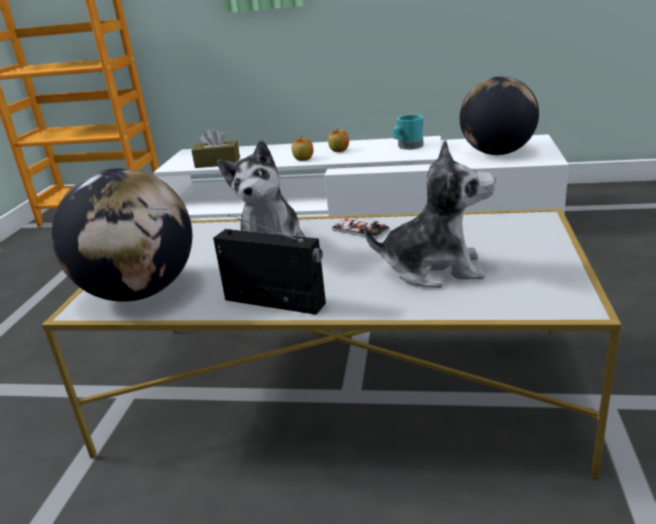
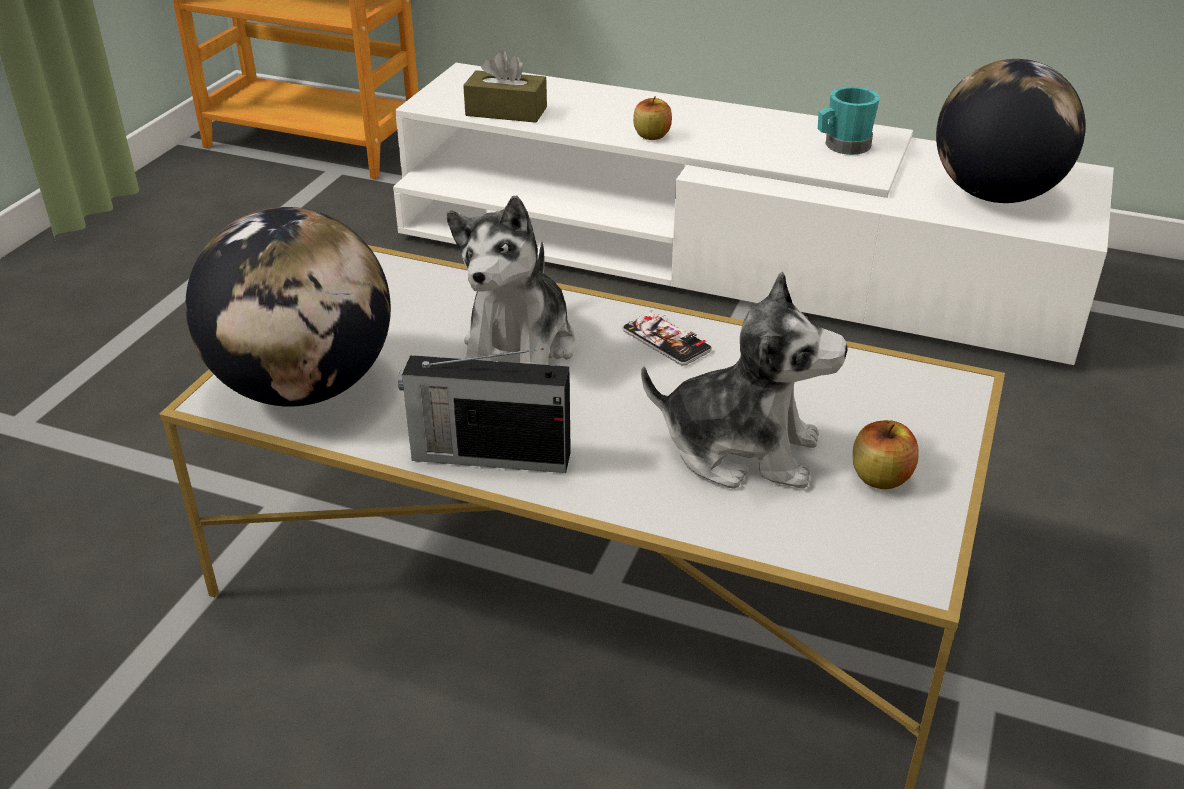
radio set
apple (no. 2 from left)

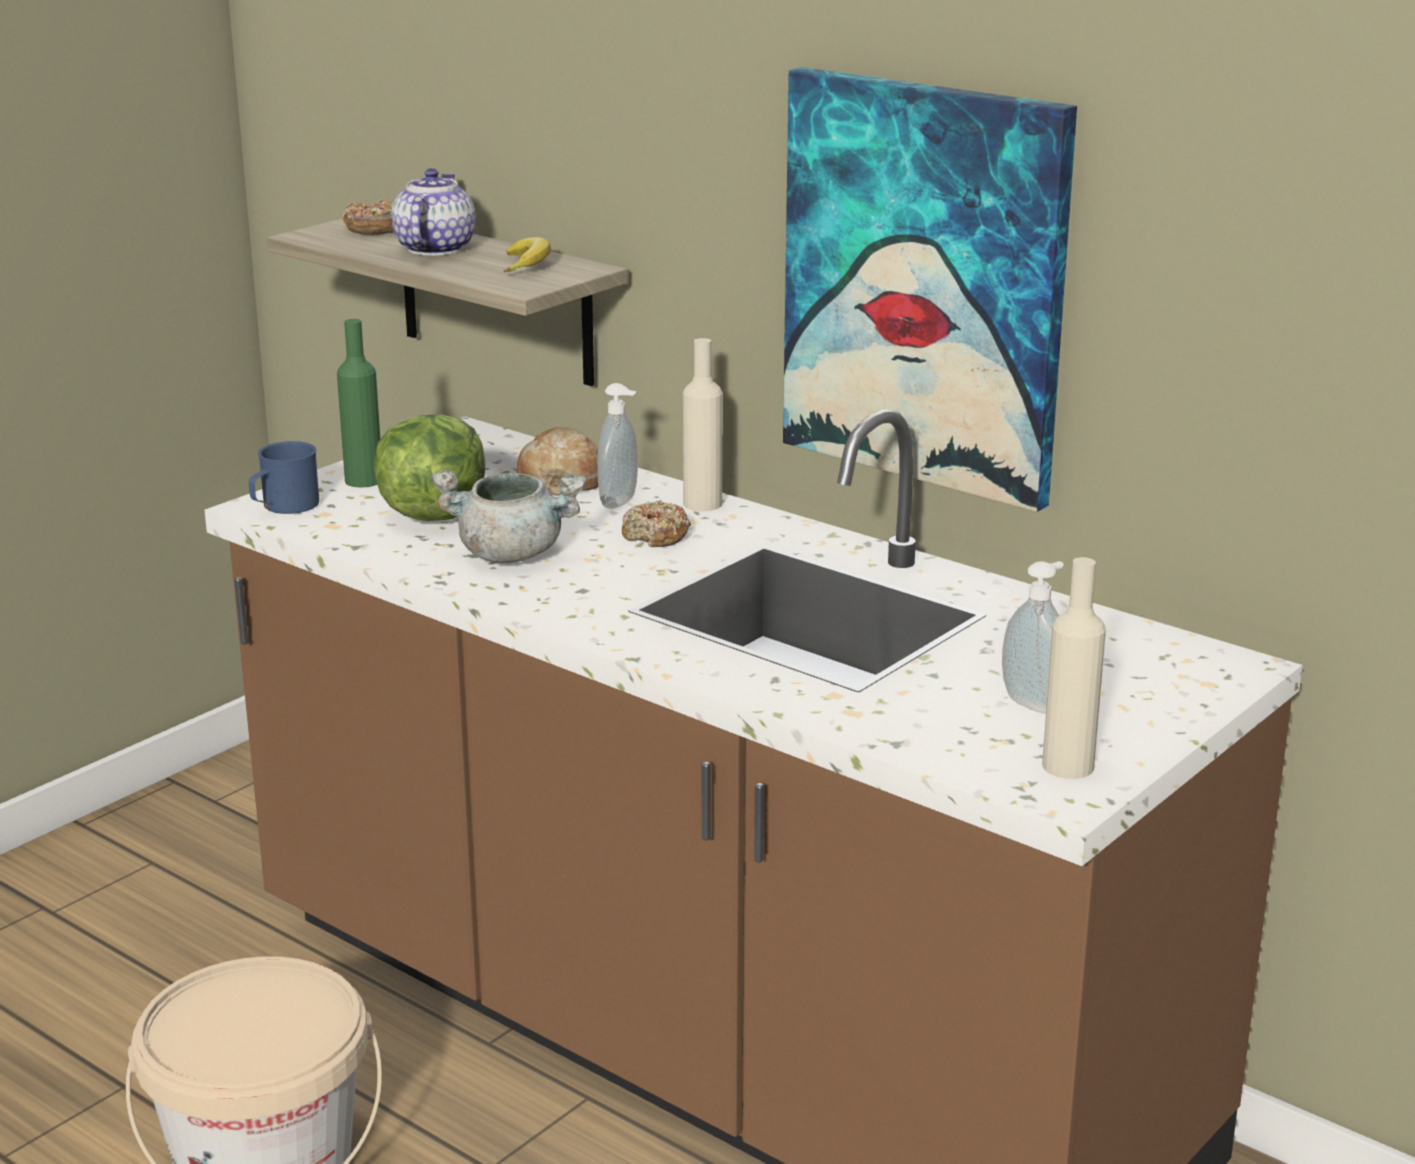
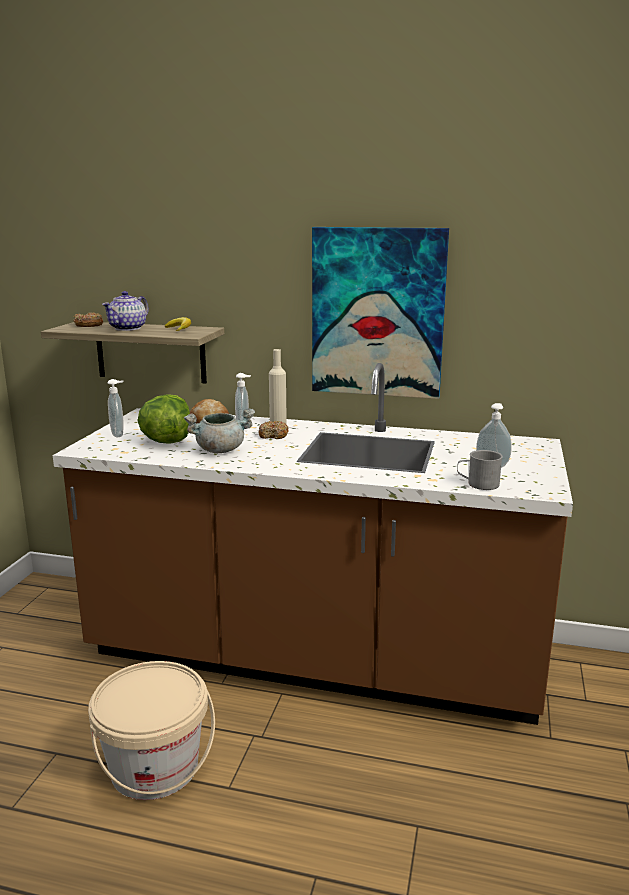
coffee mug (blue-coloured)
soap dispenser (no. 1 from left)
pot for tea
drink bottle (beige) (no. 2 from left in the first image)
coffee mug (grey)

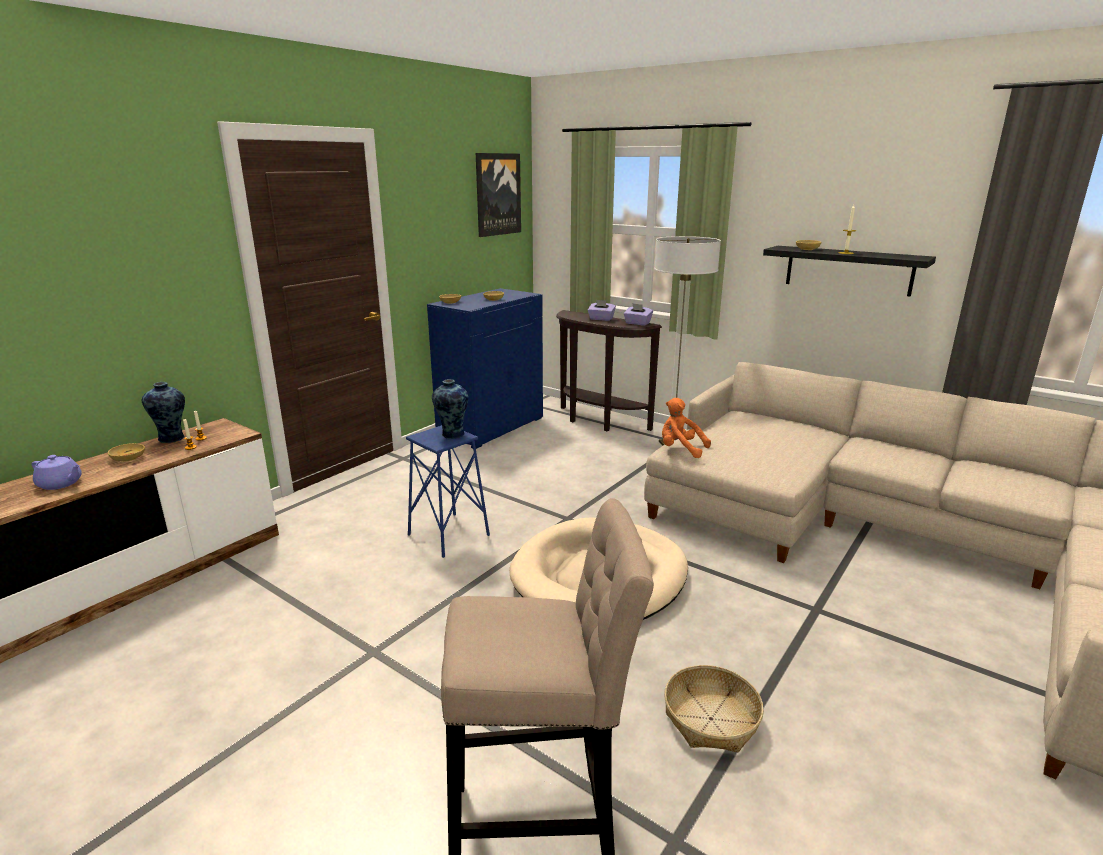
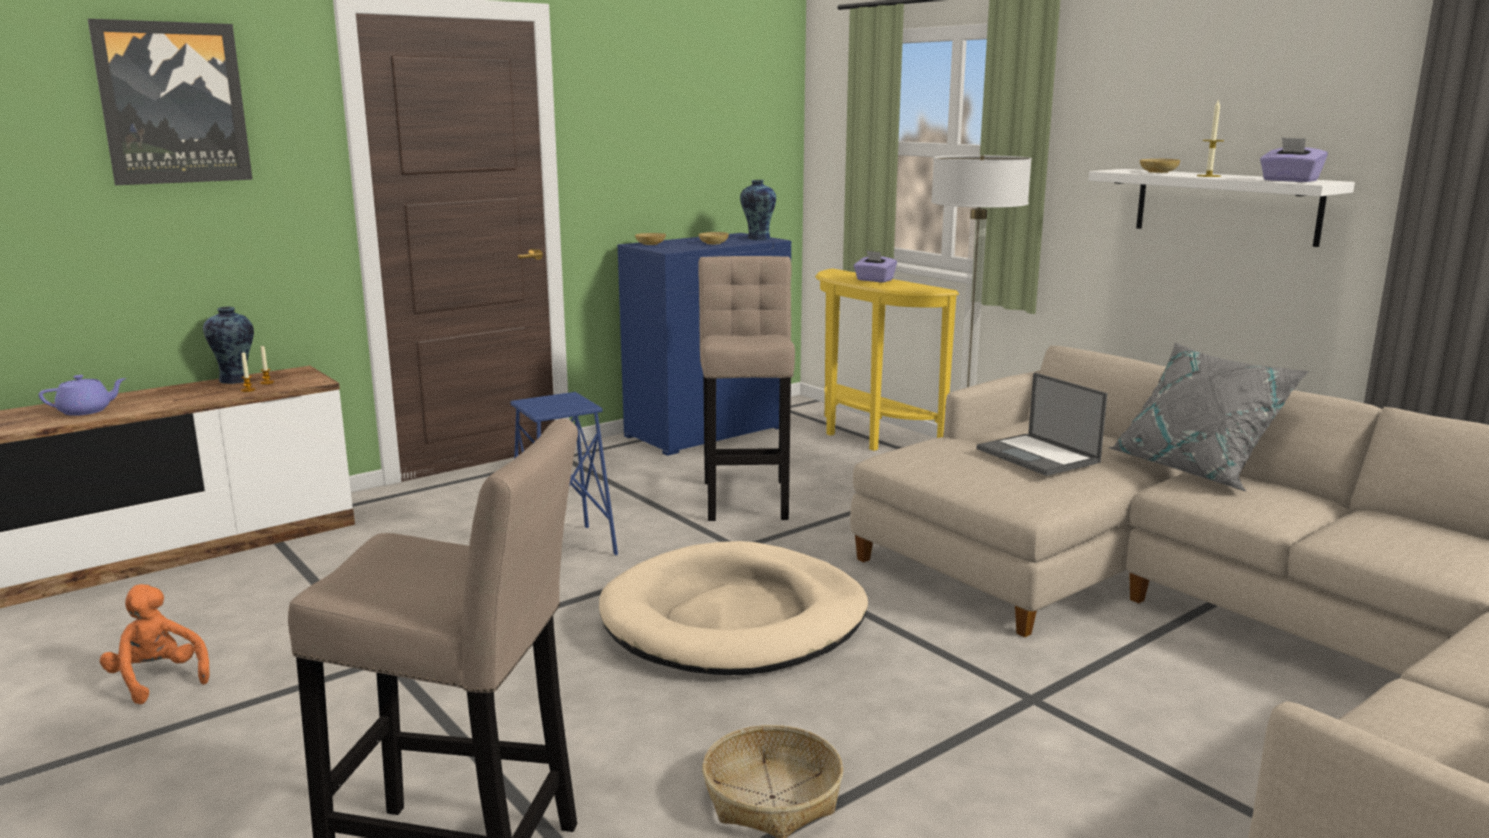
pot for tea (purple)
serving bowl (beige) (no. 1 from left in the first image)
vase (no. 2 from left)
wall art
console table (yellow-coloured)
tissue box (purple) (no. 2 from left)
soft toy (orange-coloured)
bracket shelf (whitish)
stool seat (beige) (no. 2 from left)
portable computer
pillow (grey)

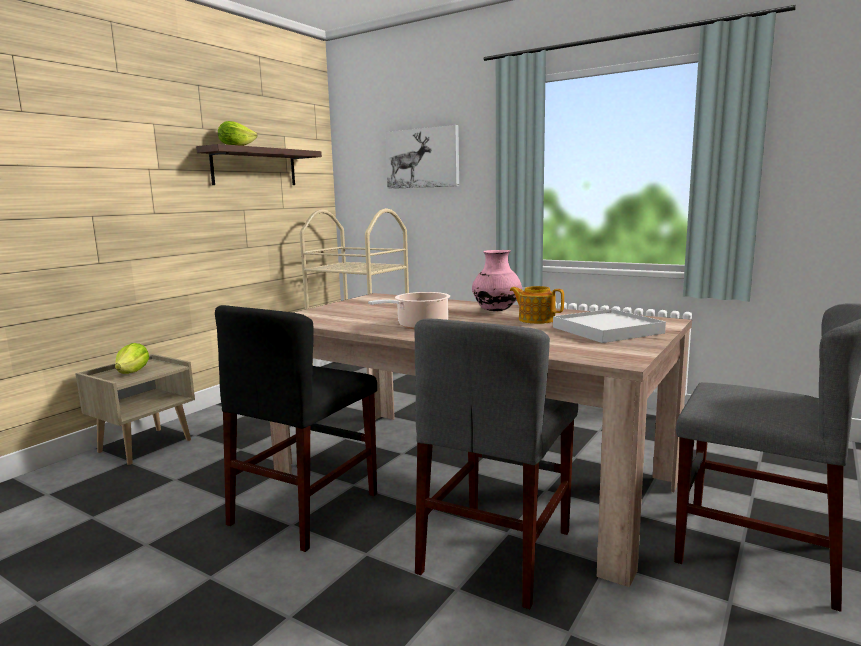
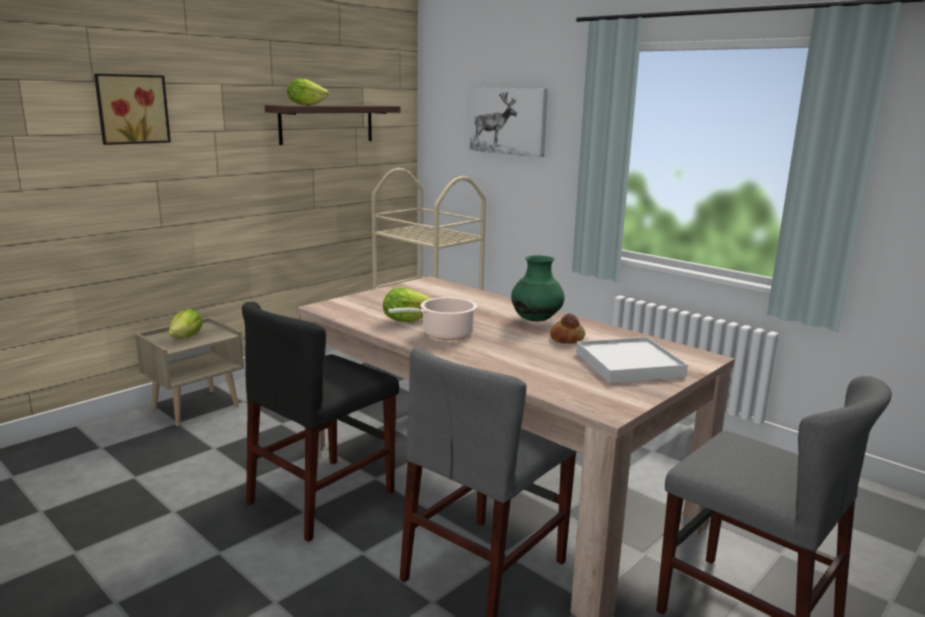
vase (green)
bread
wall art (no. 1 from left)
lettuce head (no. 3 from left)

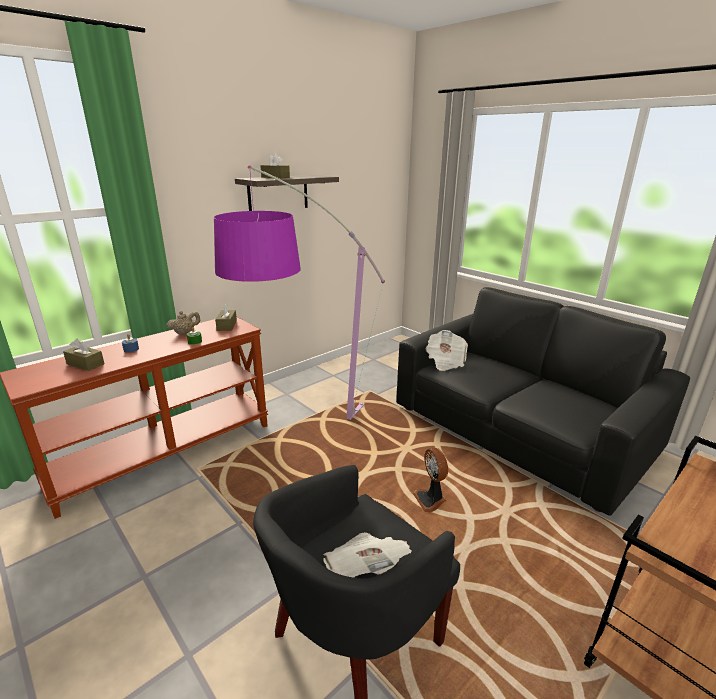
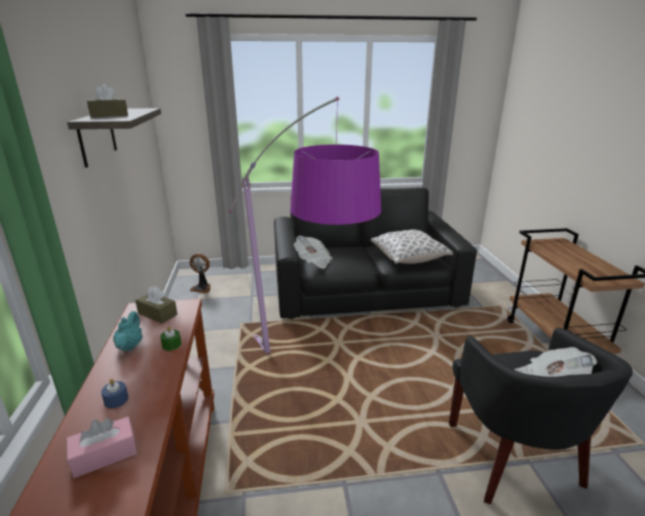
tissue box (pinkish)
pot for tea (blue-green)
fan
pillow

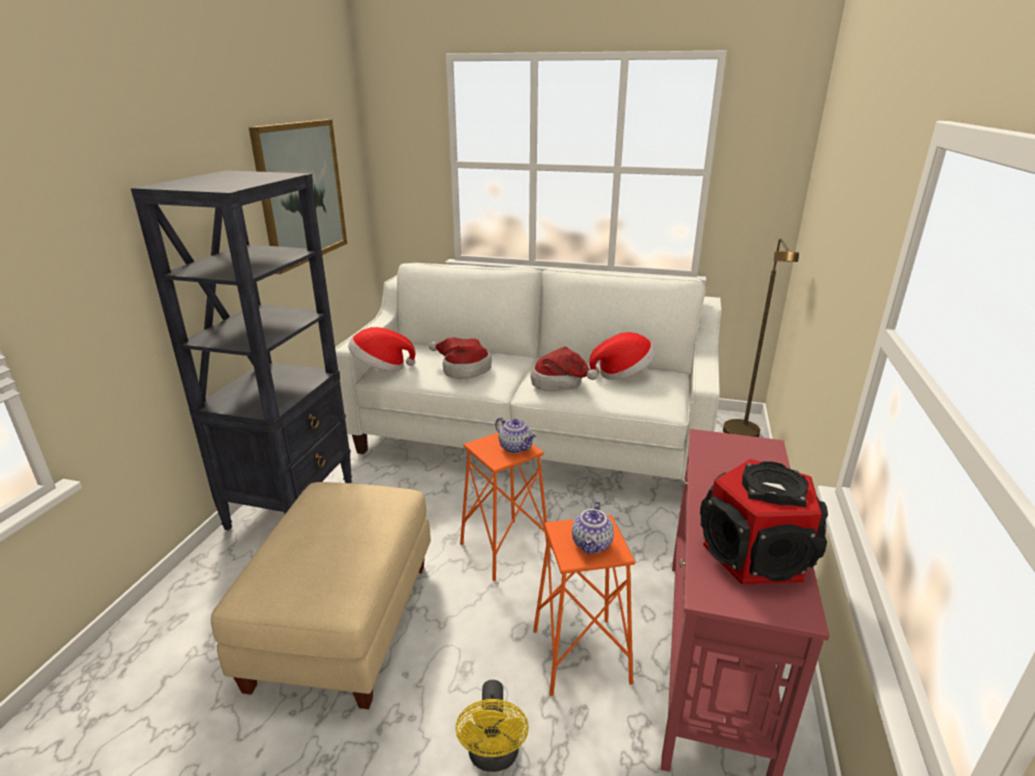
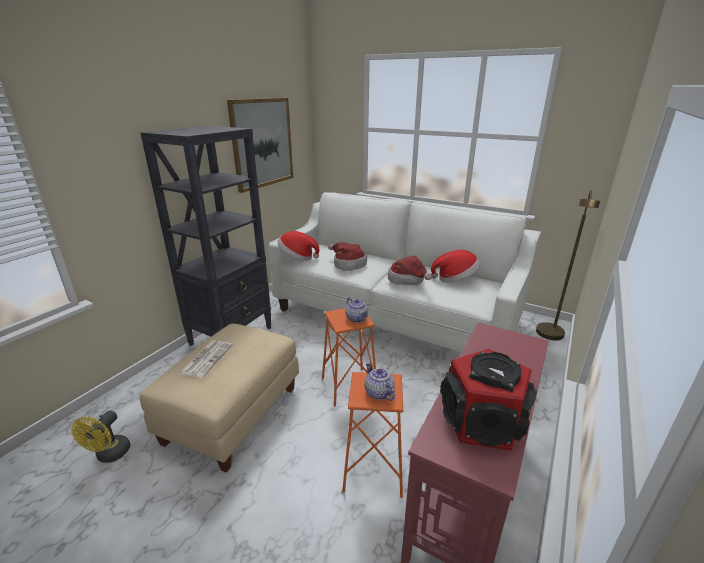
fan (yellow-coloured)
pot for tea (no. 2 from left)
daily paper

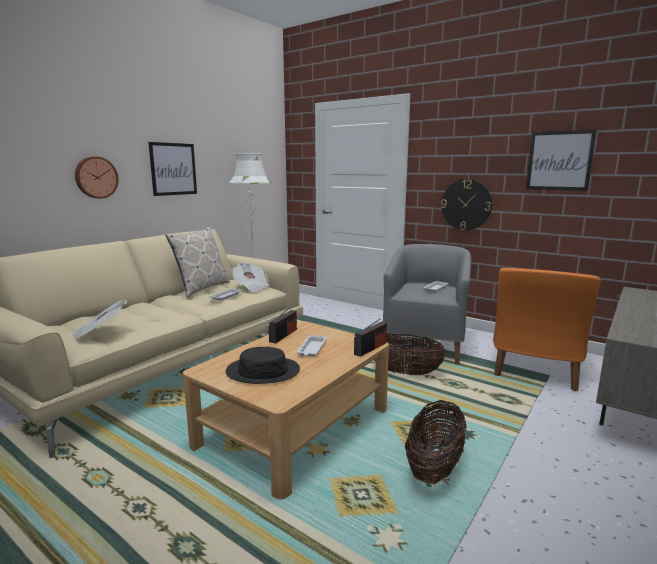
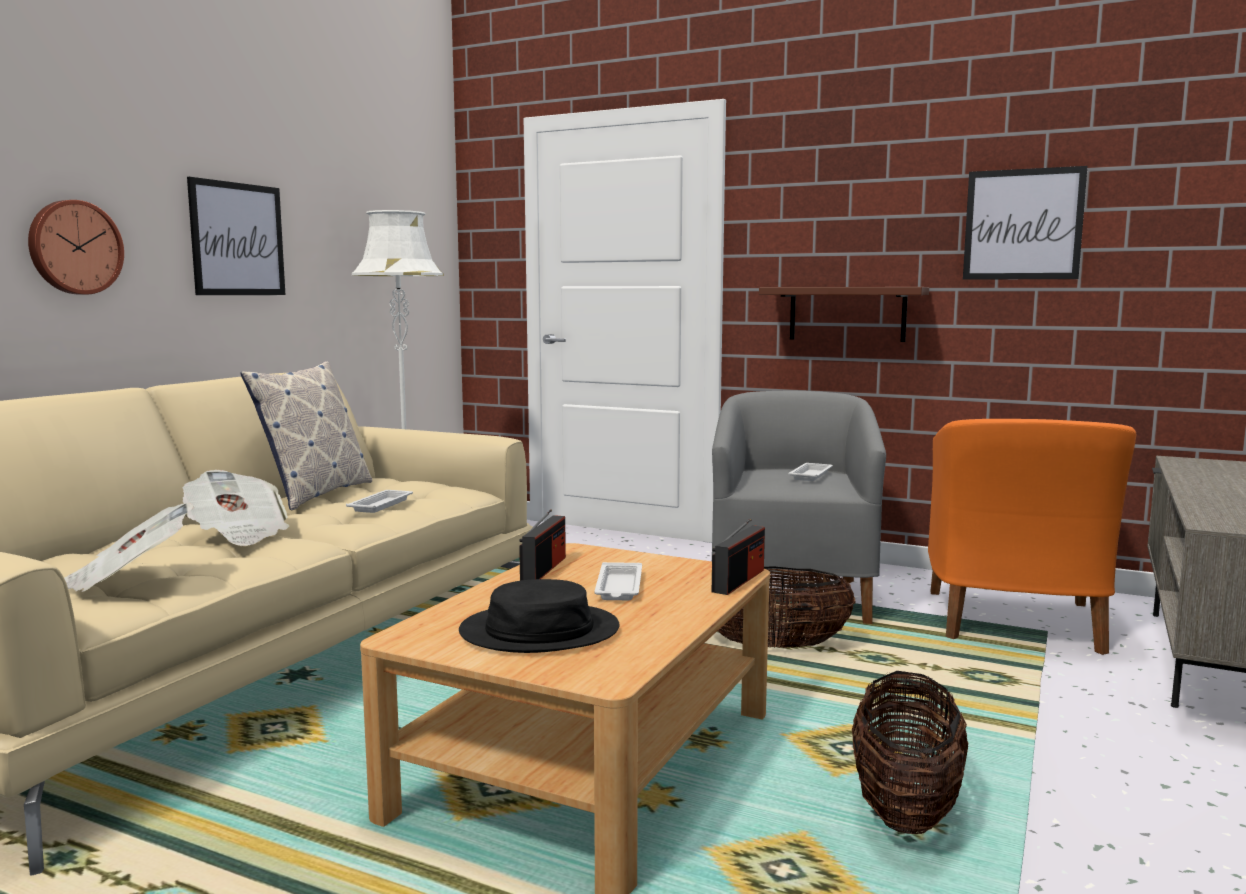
daily paper (no. 2 from left)
bracket shelf (brown-coloured)

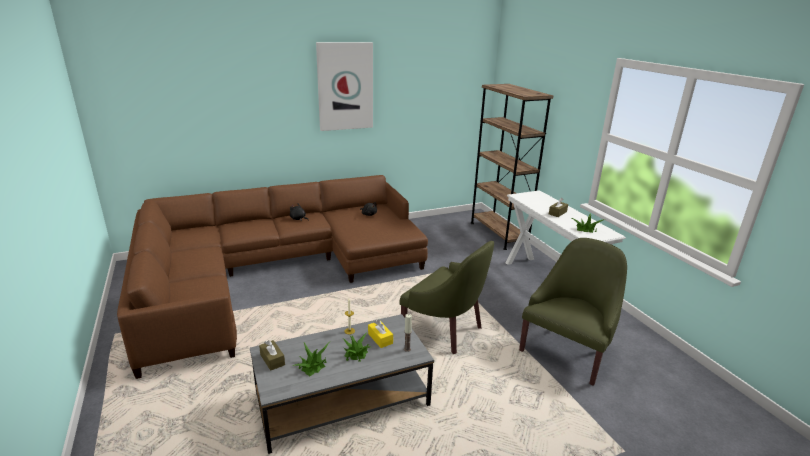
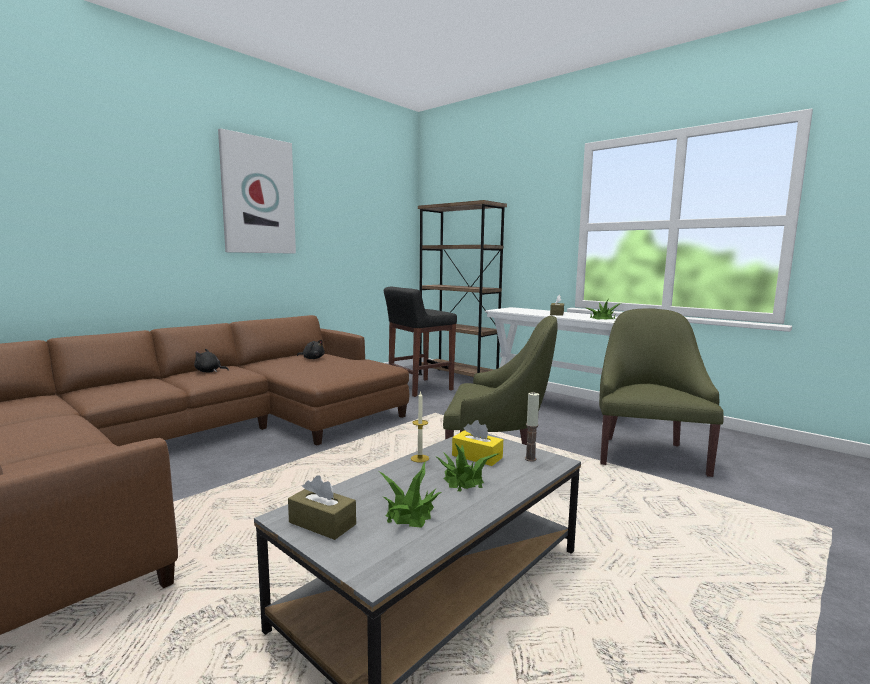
stool seat (black)

